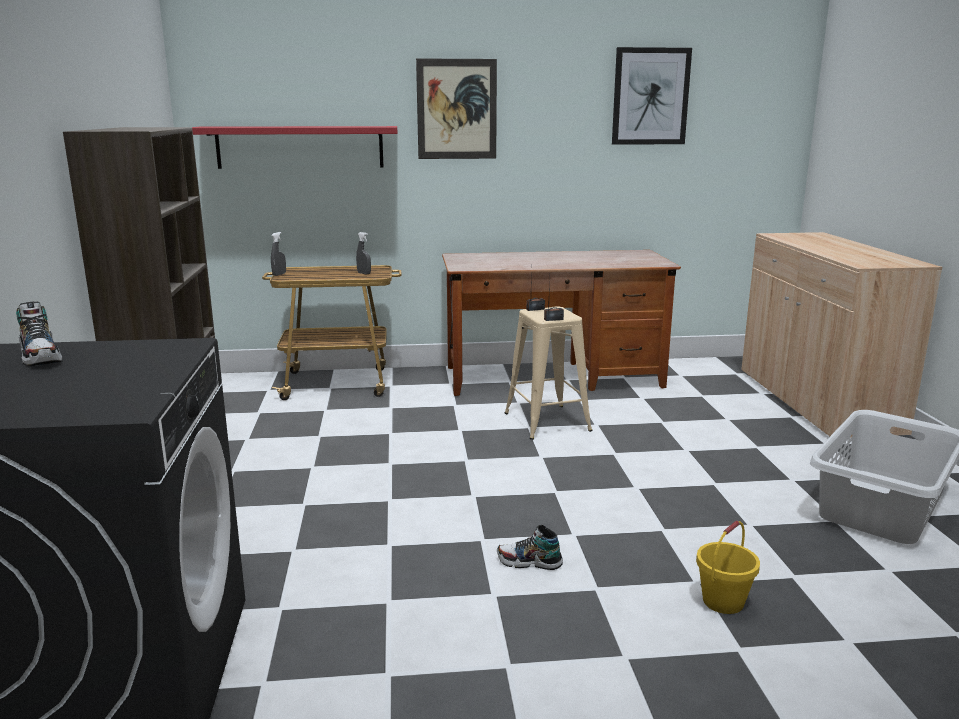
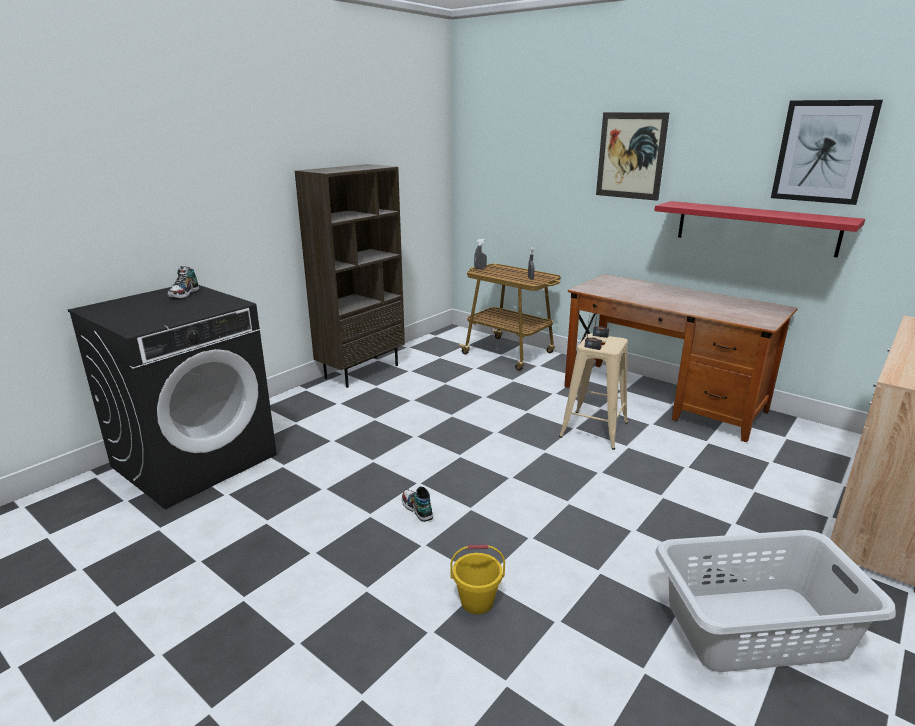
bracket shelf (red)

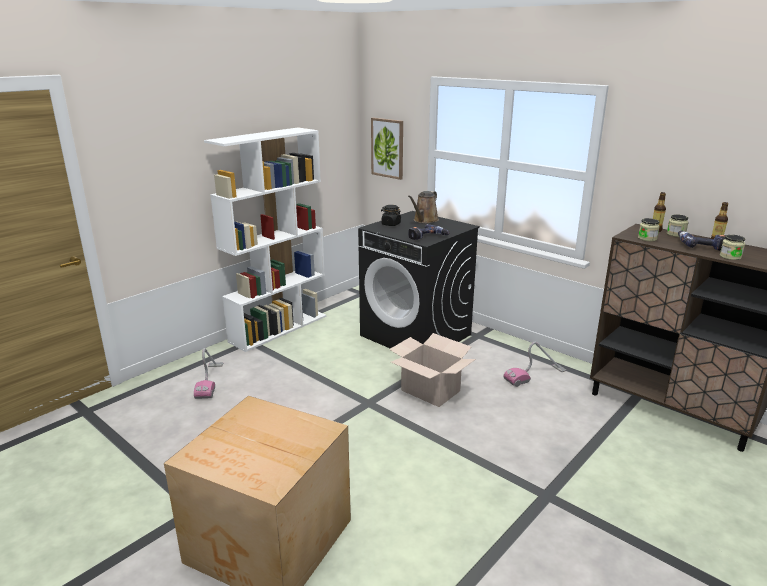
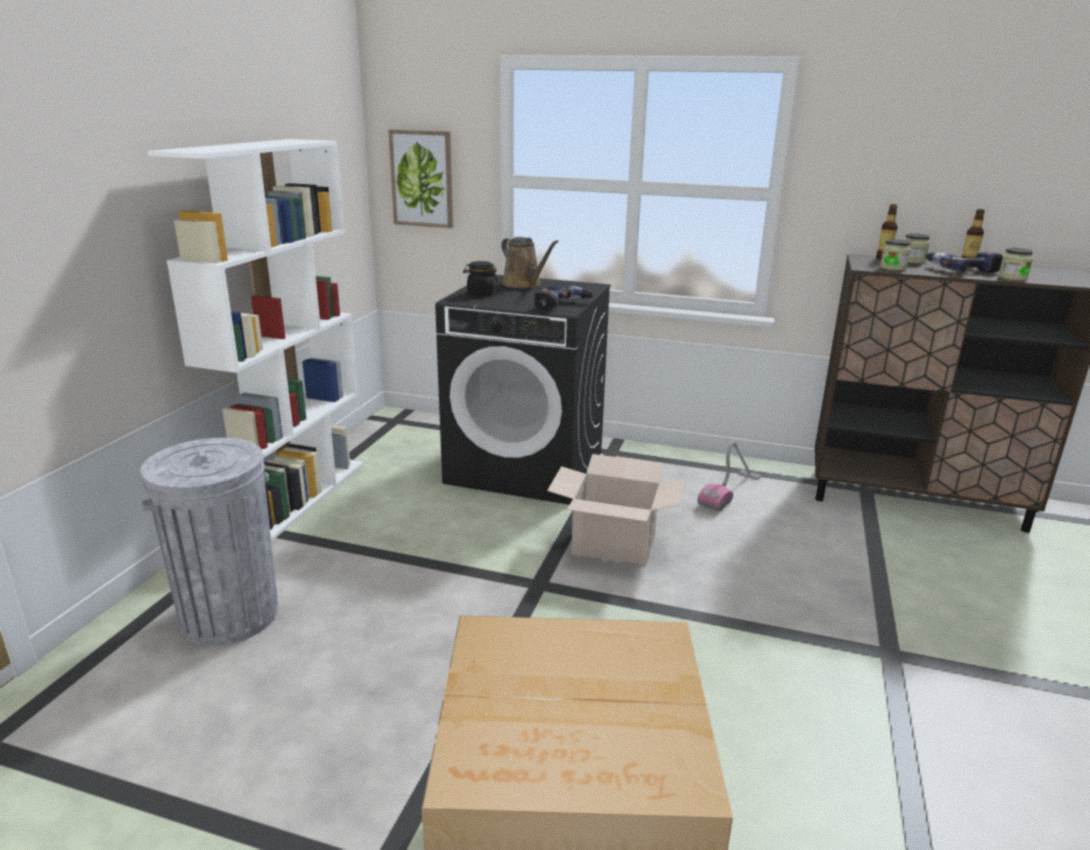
waste bin (grey)
watering can (brown-coloured)

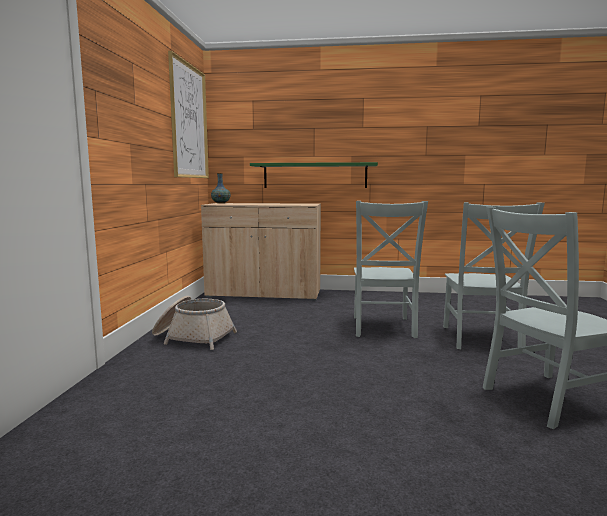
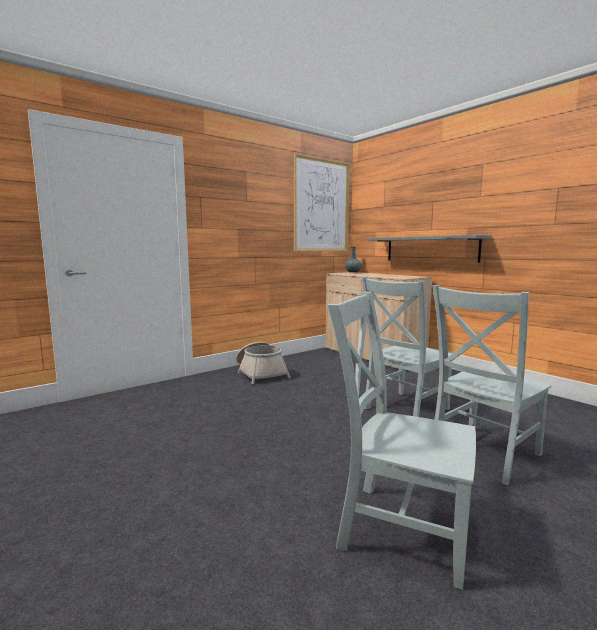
bracket shelf (grey)

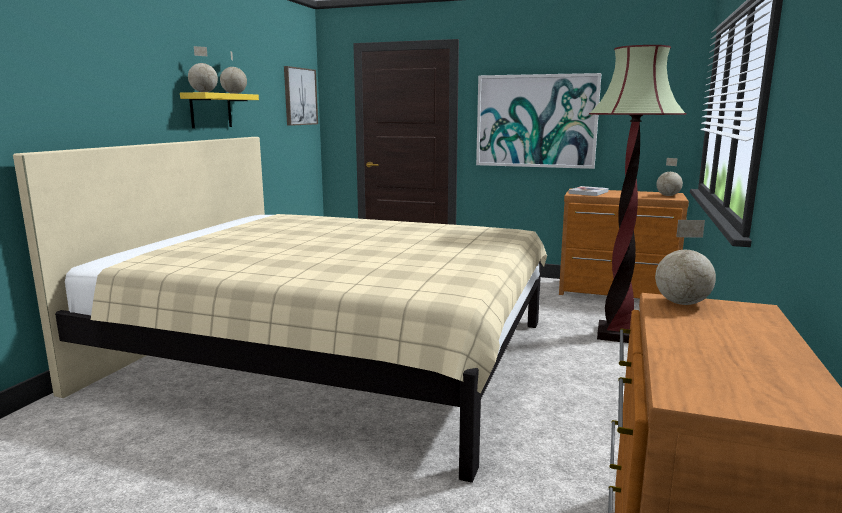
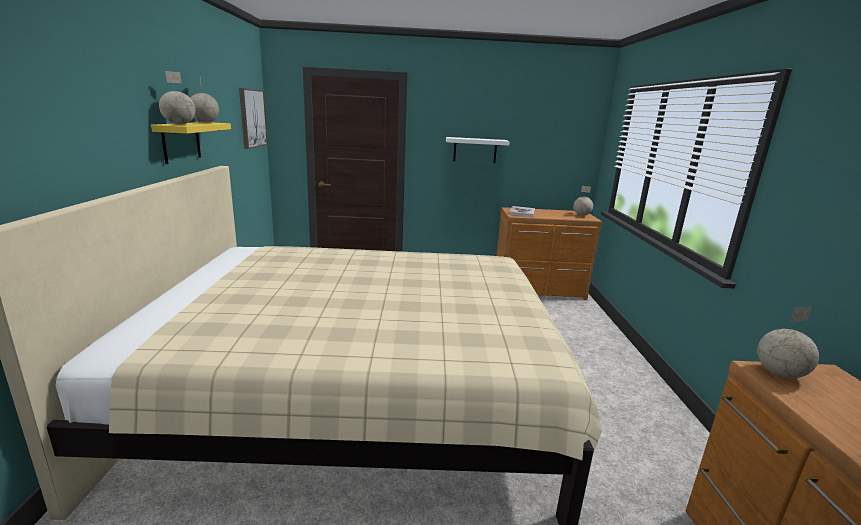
bracket shelf (whitish)
floor lamp

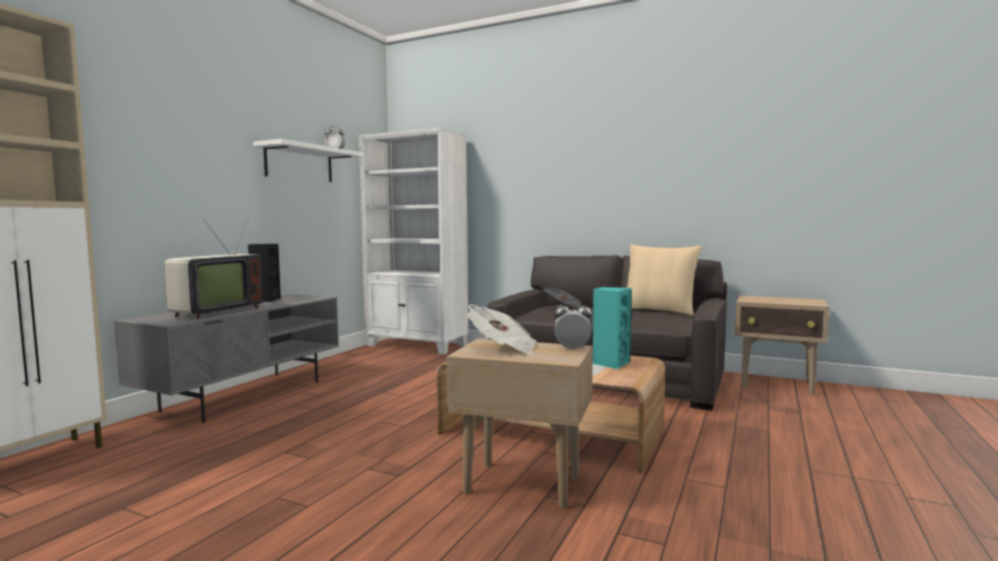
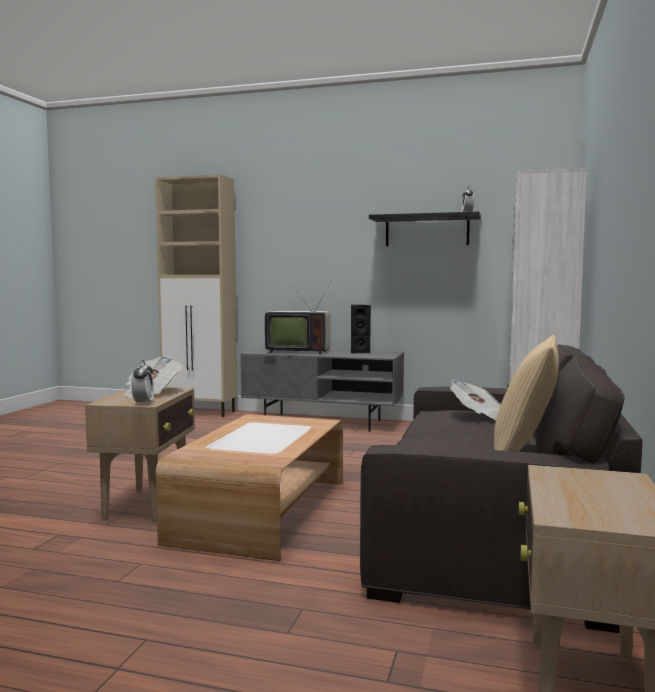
bracket shelf (black)
loudspeaker (blue-green)

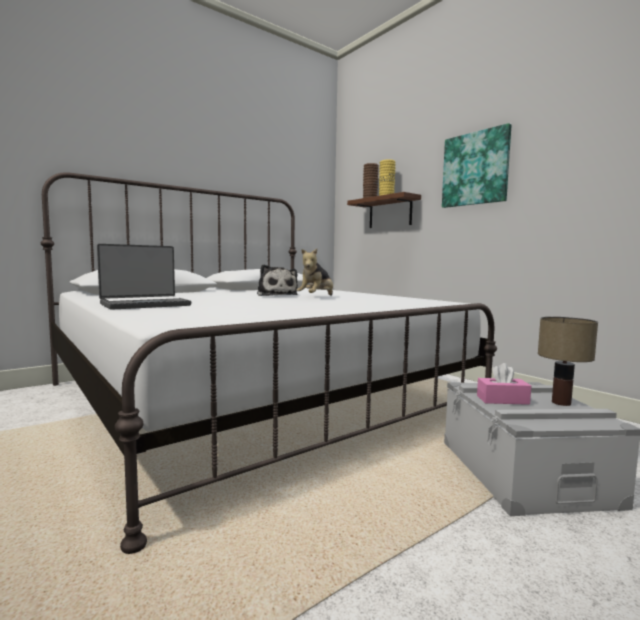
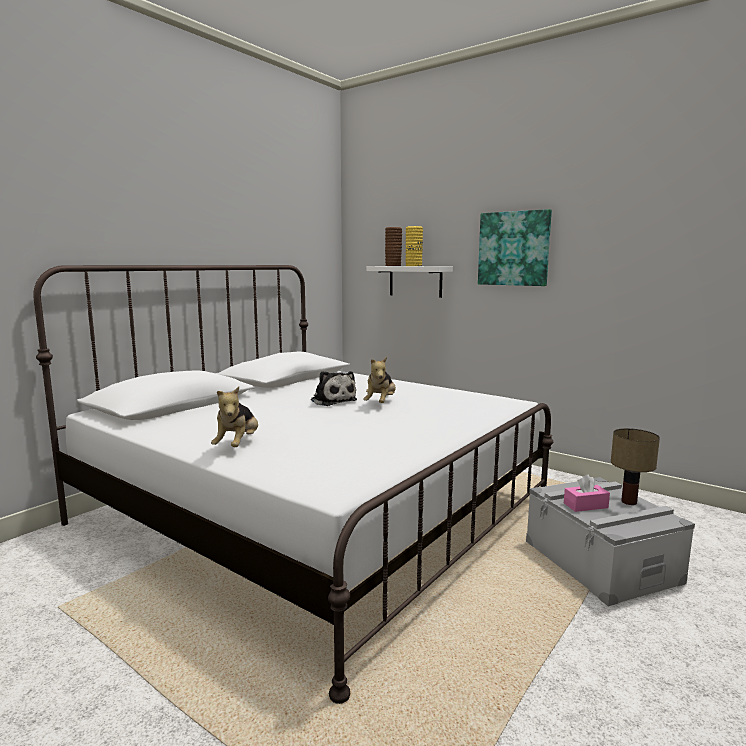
soft toy (no. 1 from left)
bracket shelf (whitish)

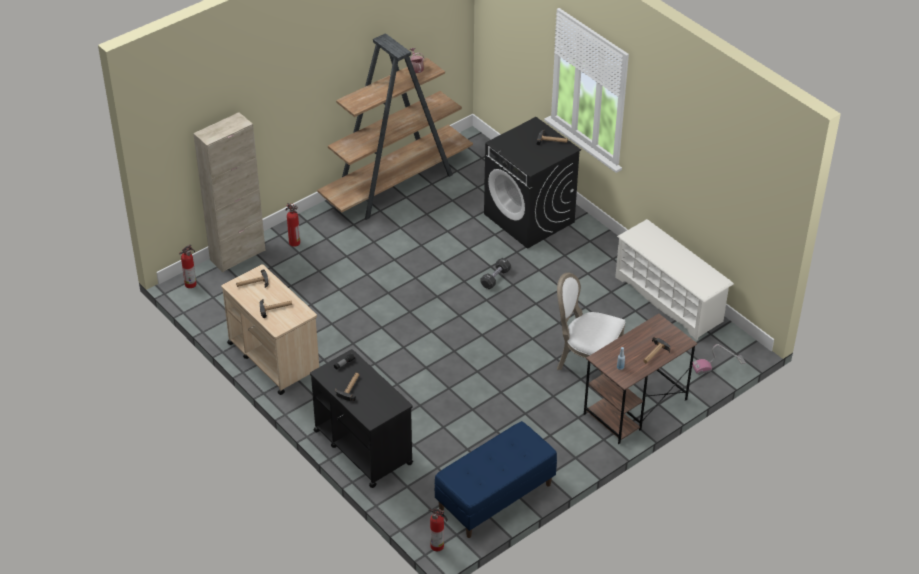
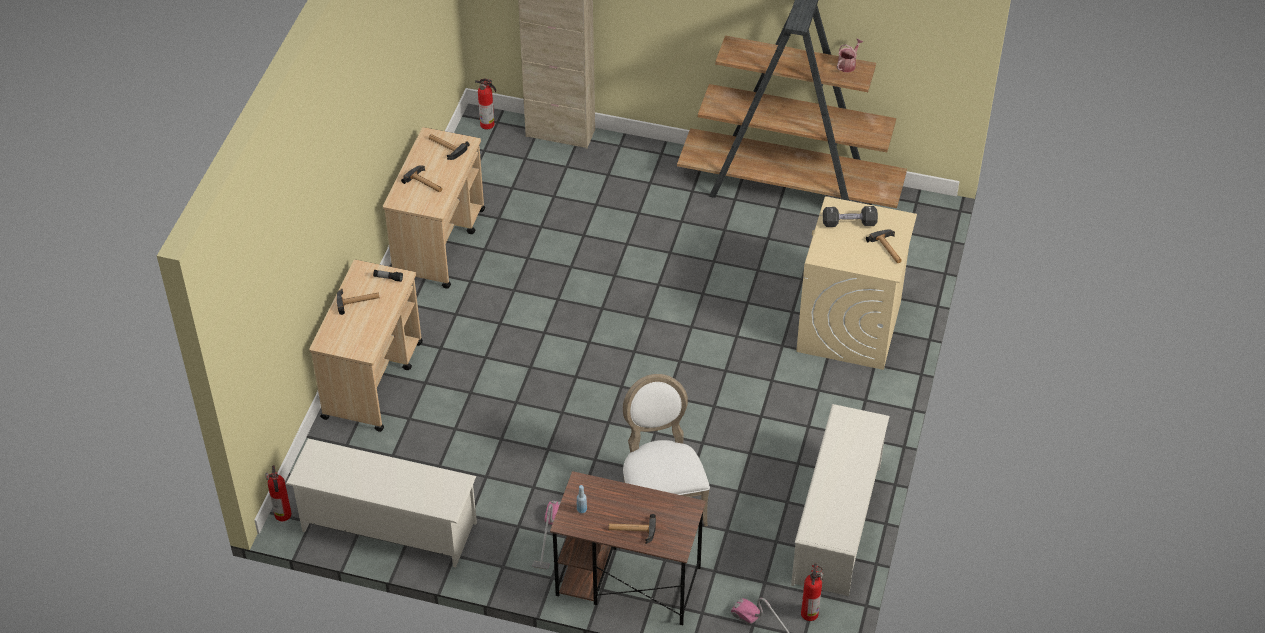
fire-fighting cylinder (no. 3 from left)
wheeled cart (beige) (no. 1 from left)
shoe rack (whitish) (no. 1 from left)
dumbbell (black)
laundry appliance (beige)
hoover (no. 1 from left)

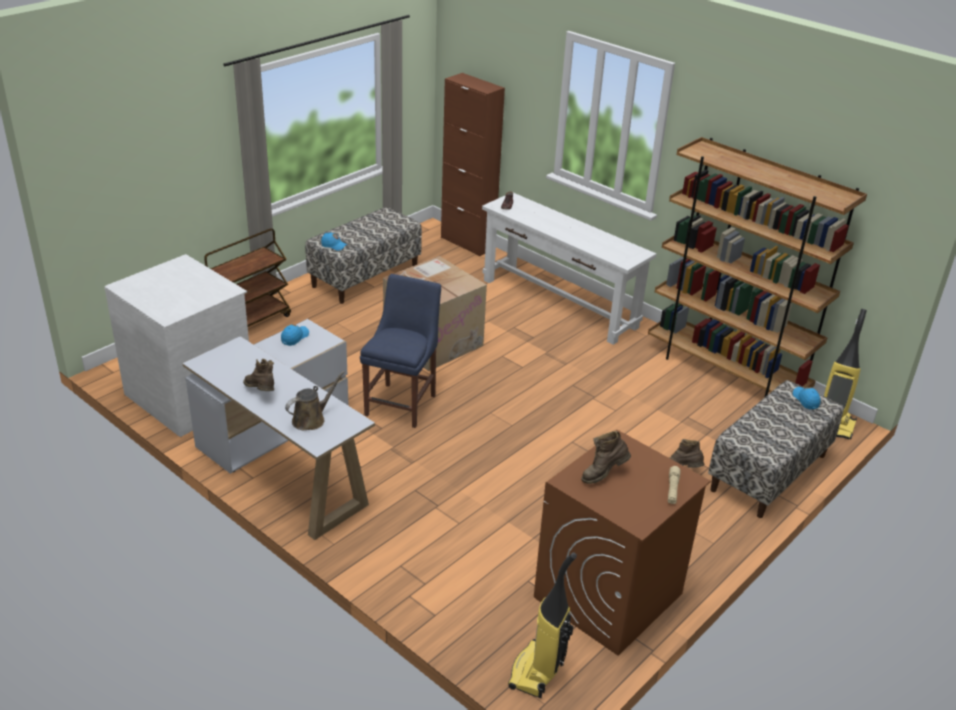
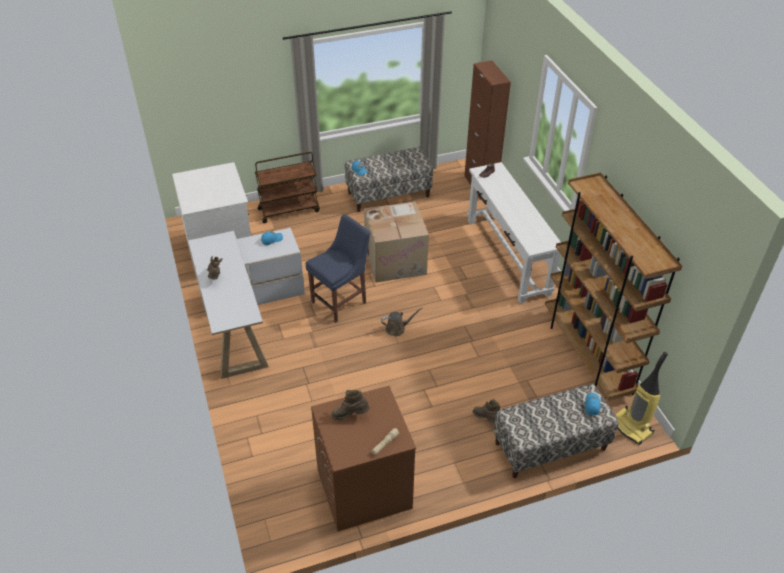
watering can (brown-coloured)
hoover (no. 1 from left in the first image)

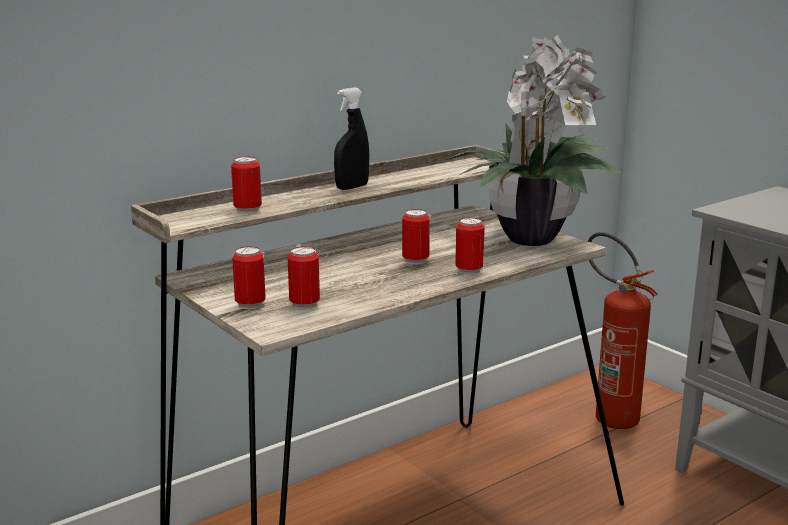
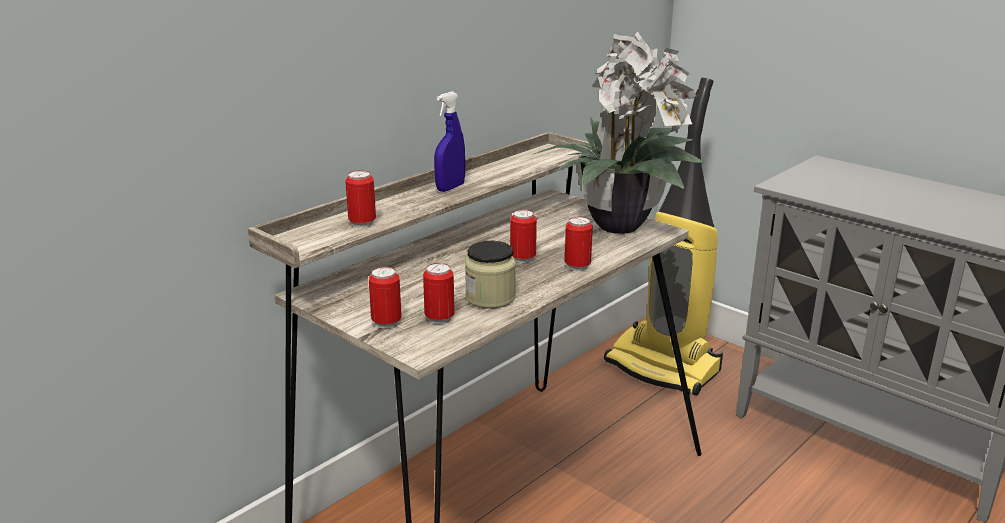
sprayer (blue-coloured)
hoover
preserve jar

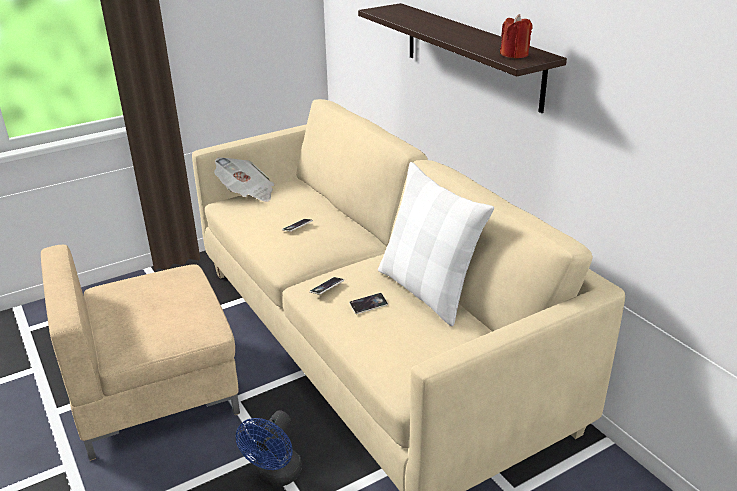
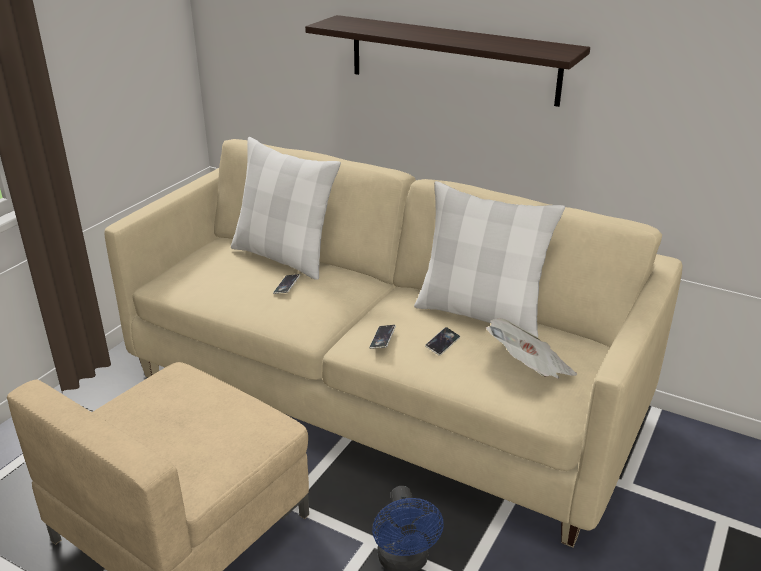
daily paper
candle (red)
pillow (whitish) (no. 1 from left)

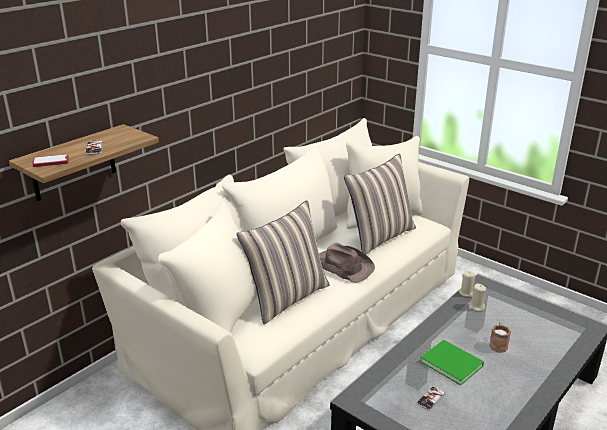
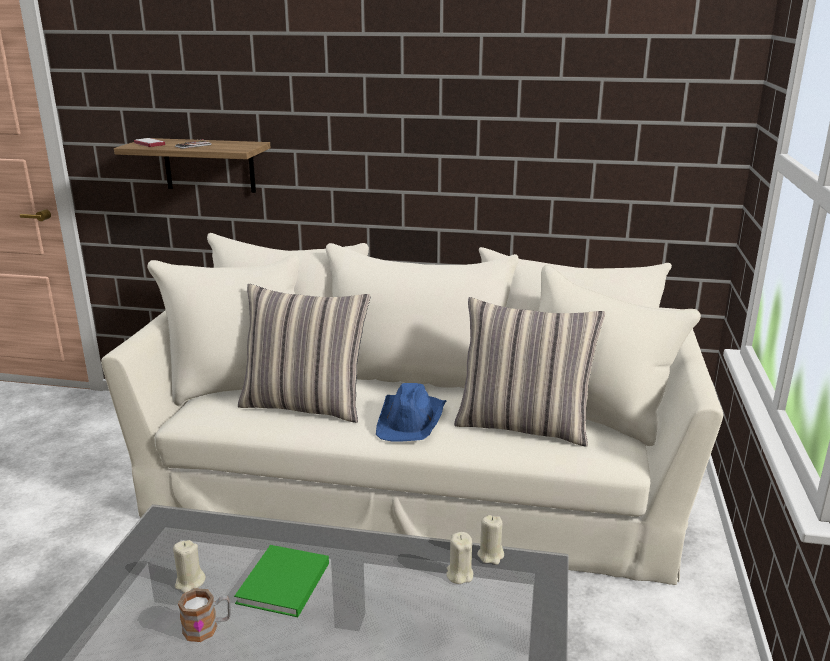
wearable hat (blue-coloured)
candle (beige) (no. 1 from left)
coffee mug

